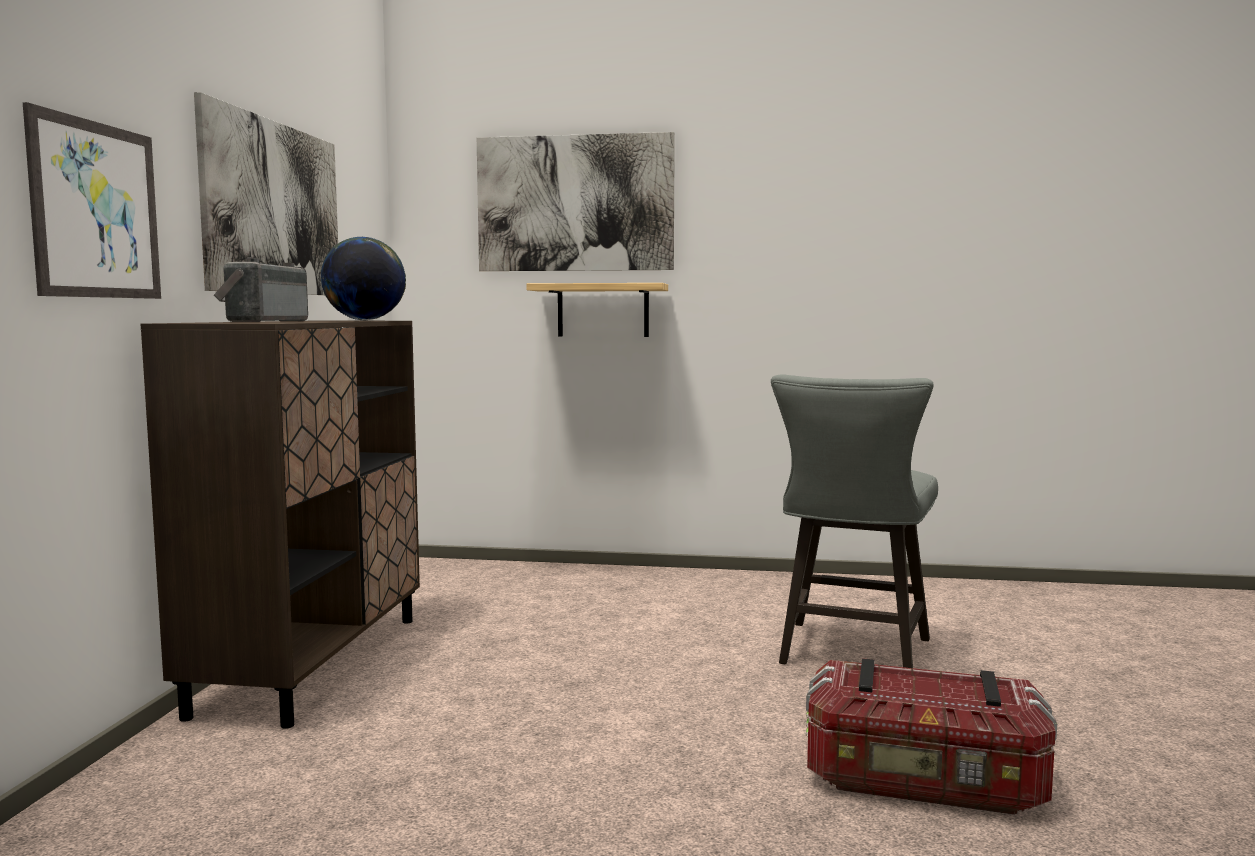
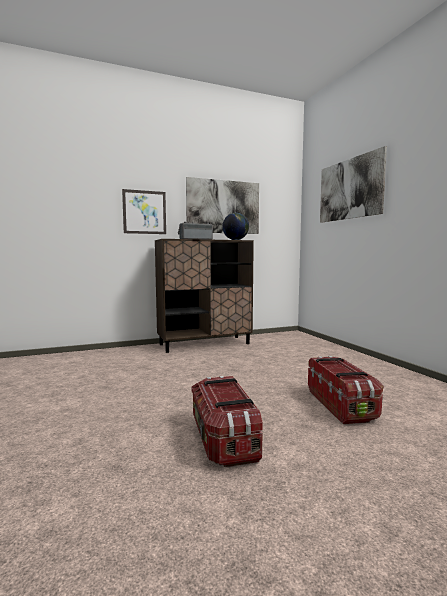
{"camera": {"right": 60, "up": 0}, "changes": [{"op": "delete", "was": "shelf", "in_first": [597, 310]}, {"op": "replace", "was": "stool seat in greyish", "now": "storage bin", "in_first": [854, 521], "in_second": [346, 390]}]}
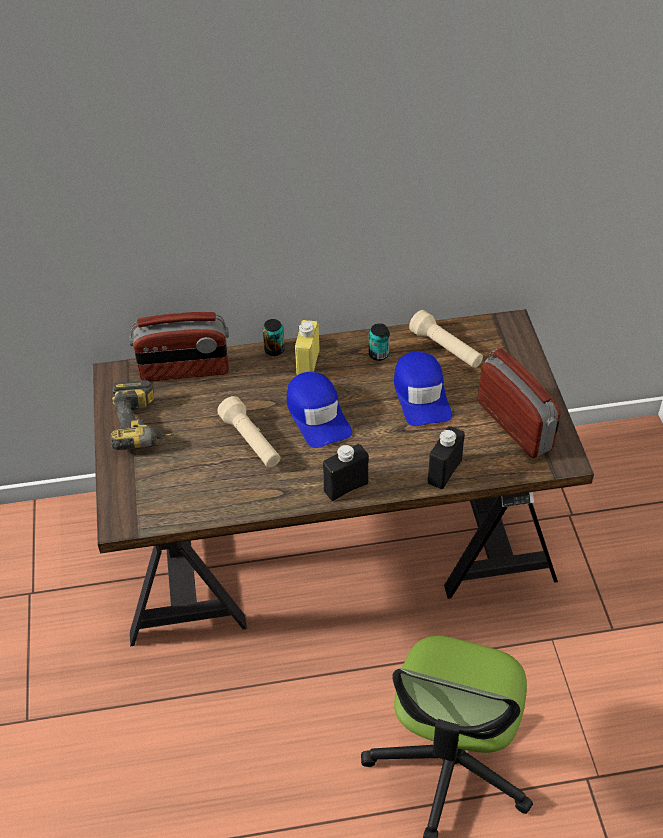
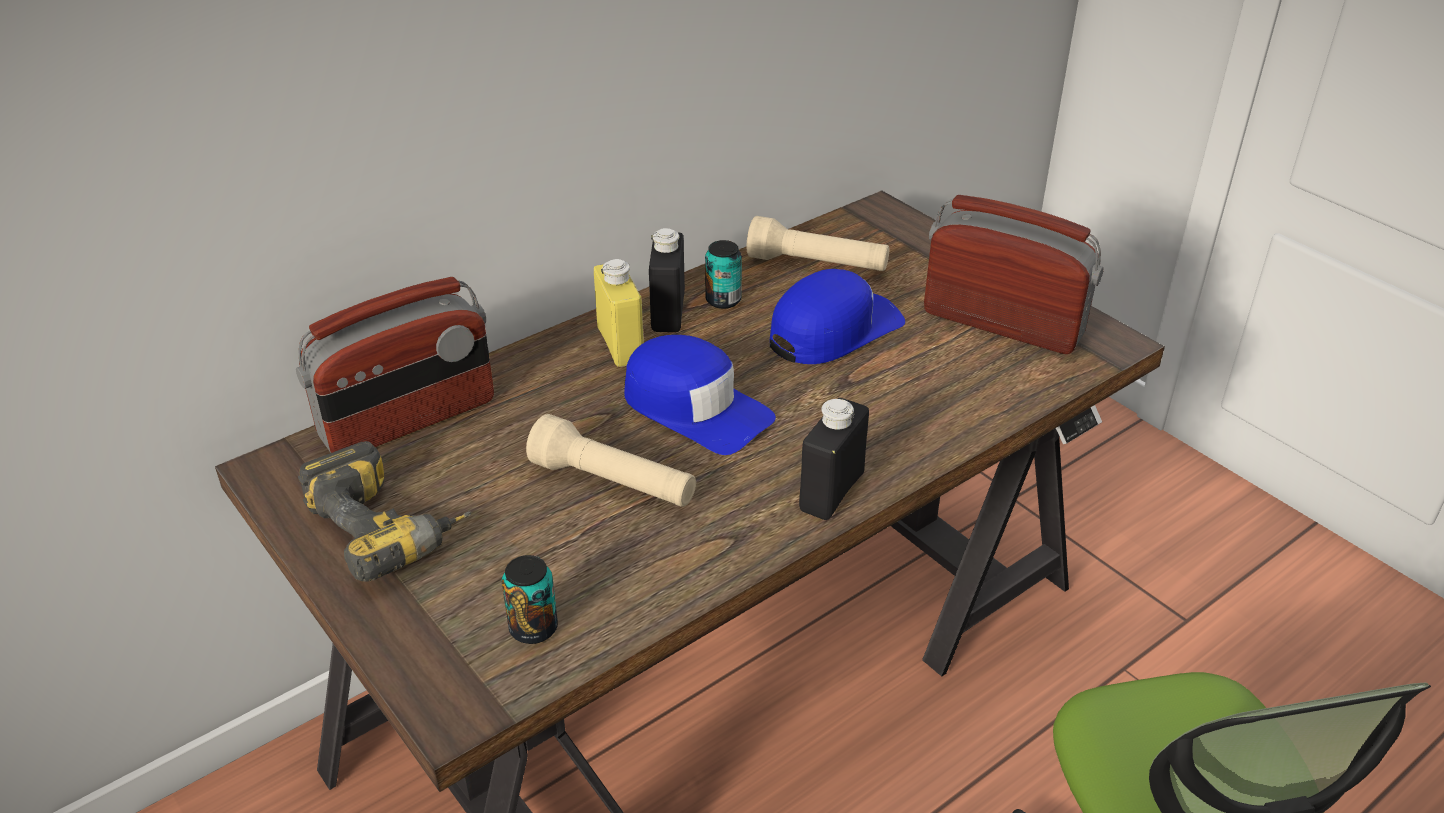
{"camera": {"right": -30, "up": -10}, "changes": [{"op": "move", "was": "metal can", "in_first": [274, 337], "in_second": [530, 599]}, {"op": "move", "was": "beverage bottle in blackish", "in_first": [446, 457], "in_second": [667, 280]}, {"op": "rotate", "was": "baseball cap in blue", "in_first": [423, 388], "in_second": [837, 316], "clockwise": -90}]}
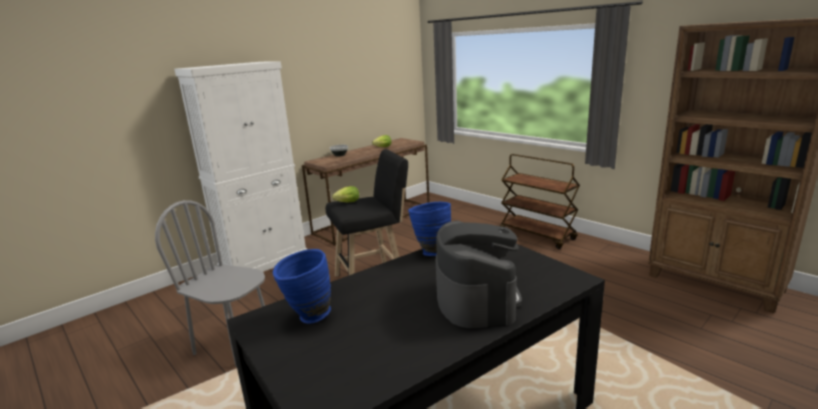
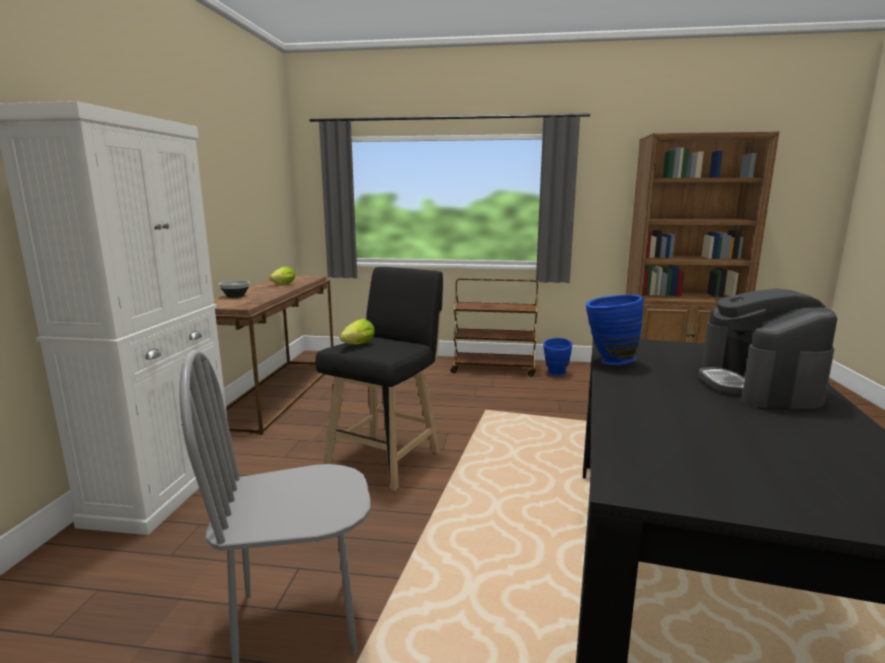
{"camera": {"right": -40, "up": -5}, "changes": [{"op": "move", "was": "decorative vase in blue", "in_first": [302, 286], "in_second": [557, 357]}, {"op": "rotate", "was": "coffee maker", "in_first": [479, 274], "in_second": [767, 349], "clockwise": -135}]}
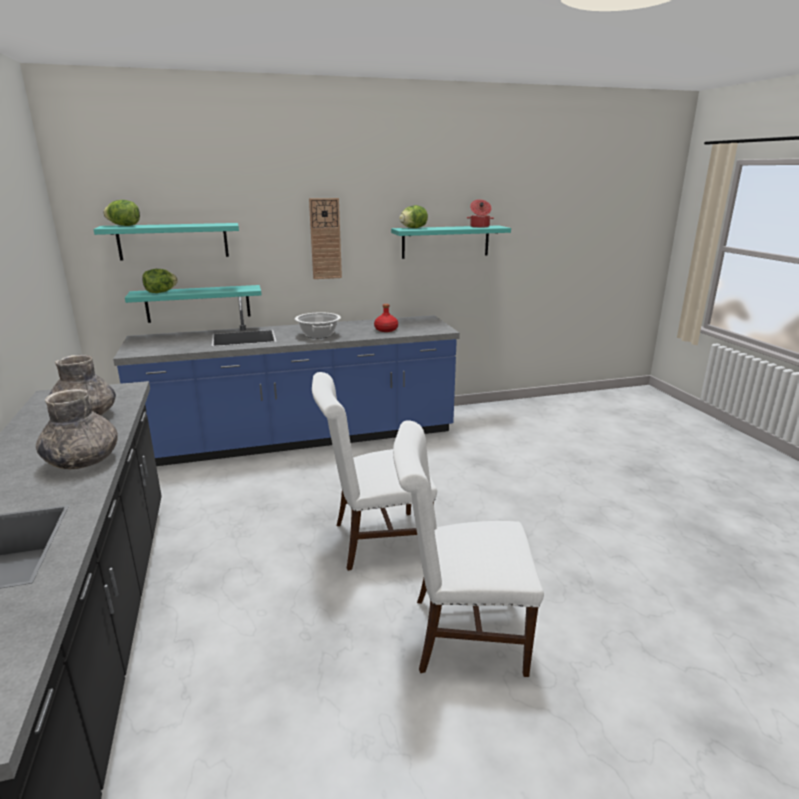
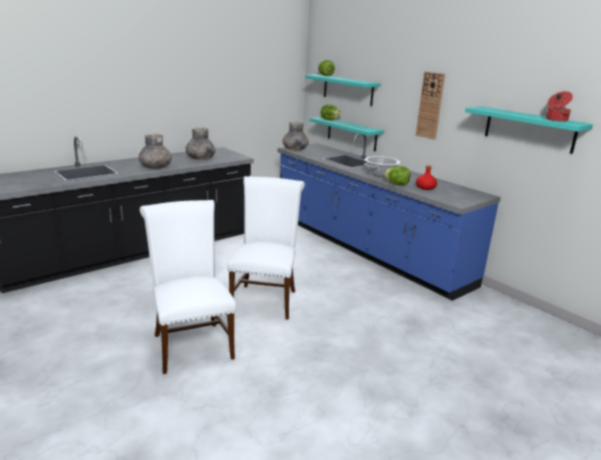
{"camera": {"right": 65, "up": 0}, "changes": [{"op": "insert", "now": "decorative vase in greyish", "in_second": [295, 136]}, {"op": "move", "was": "lettuce", "in_first": [413, 216], "in_second": [397, 175]}, {"op": "rotate", "was": "chair in white", "in_first": [374, 471], "in_second": [266, 248], "clockwise": 45}]}
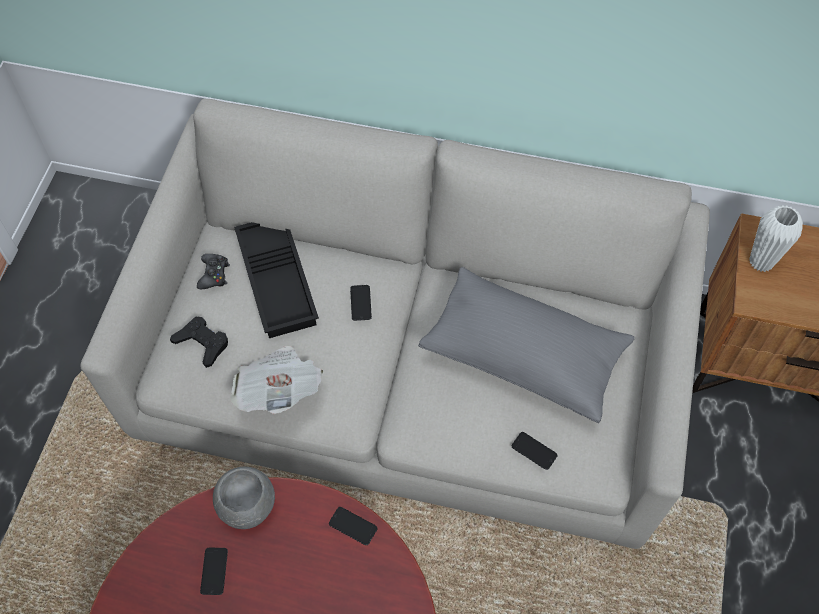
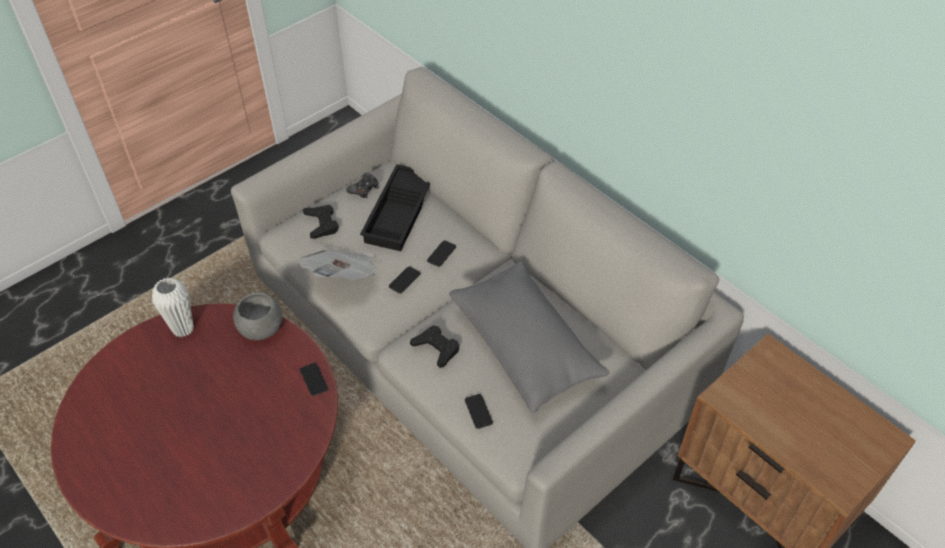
{"camera": {"right": 35, "up": -10}, "changes": [{"op": "insert", "now": "game controller in blackish", "in_second": [434, 346]}, {"op": "move", "was": "telephone", "in_first": [214, 571], "in_second": [405, 280]}, {"op": "move", "was": "decorative vase in white", "in_first": [776, 238], "in_second": [173, 307]}]}
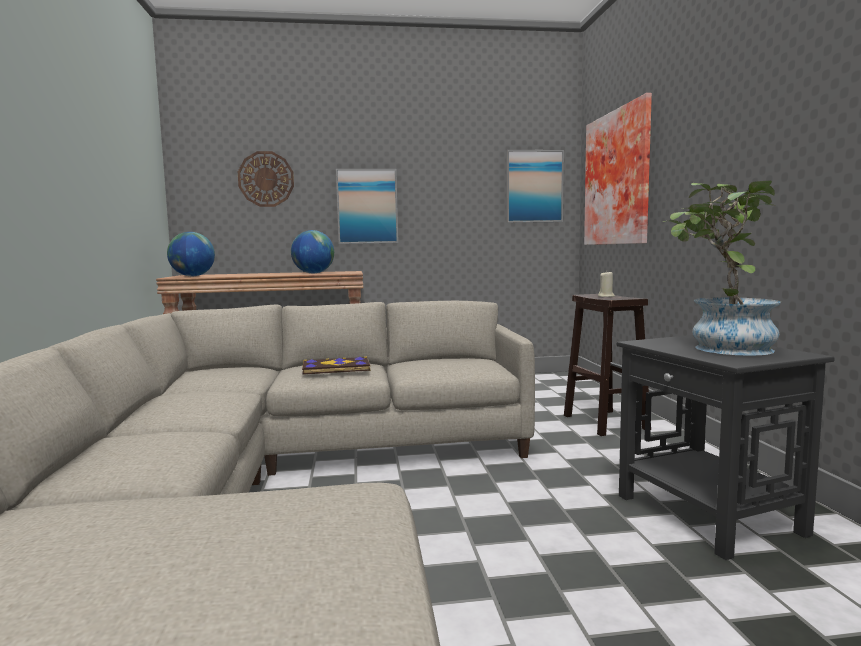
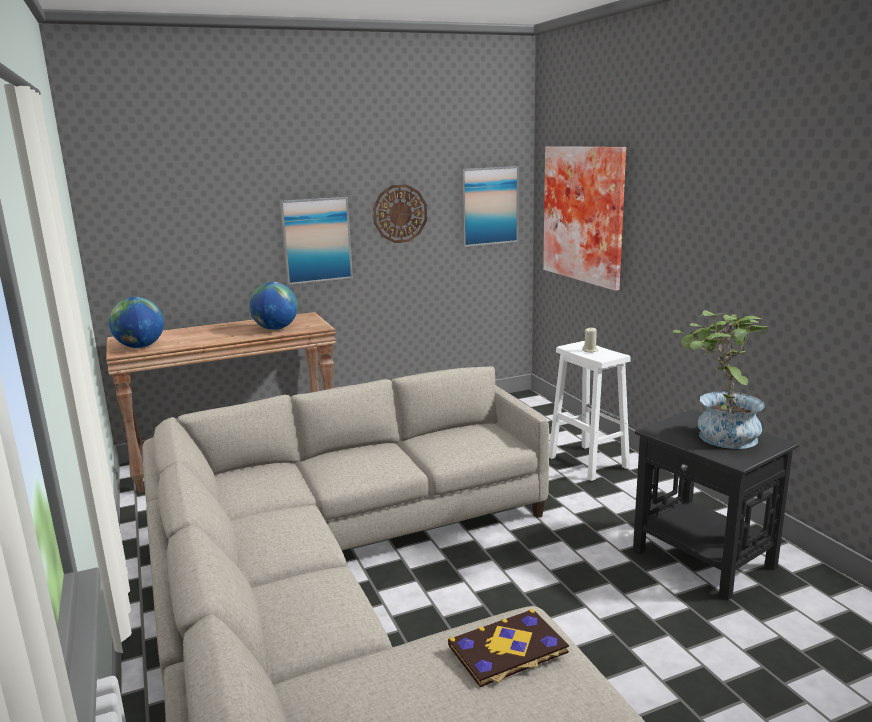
{"camera": {"right": -15, "up": 10}, "changes": [{"op": "move", "was": "clock on the wall", "in_first": [266, 179], "in_second": [400, 213]}, {"op": "move", "was": "book", "in_first": [336, 366], "in_second": [508, 648]}, {"op": "recolor", "was": "stool seat in brown-coloured", "now": "stool seat in white", "in_first": [606, 365], "in_second": [589, 411]}]}
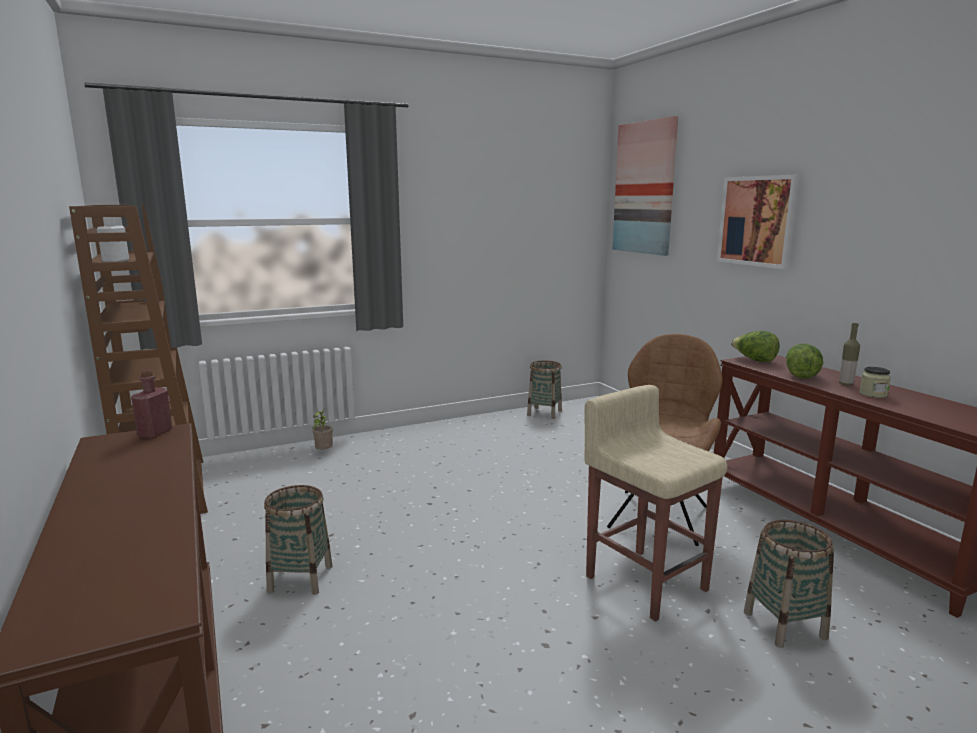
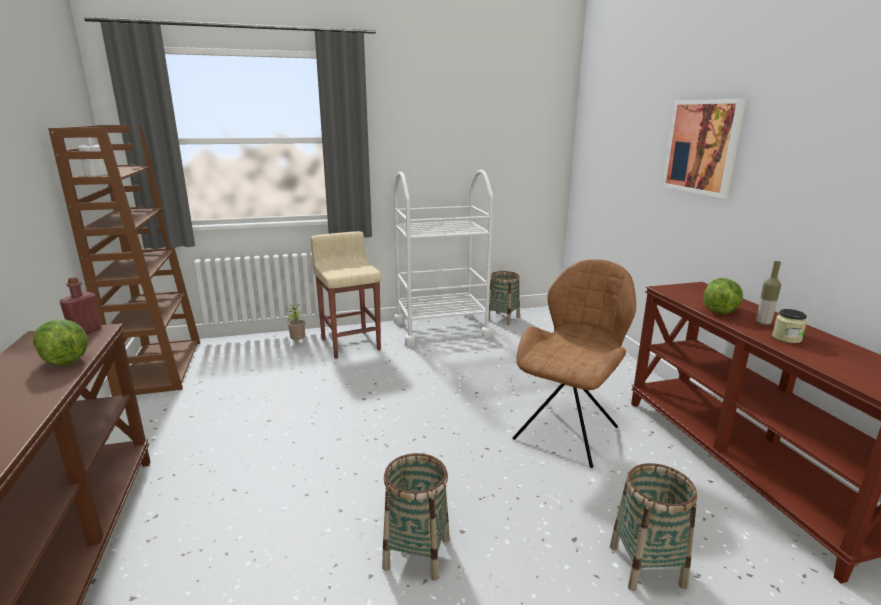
{"camera": {"right": 10, "up": 5}, "changes": [{"op": "delete", "was": "wall art", "in_first": [645, 186]}, {"op": "insert", "now": "wheeled cart in white", "in_second": [443, 258]}, {"op": "move", "was": "basket", "in_first": [298, 540], "in_second": [416, 517]}, {"op": "move", "was": "stool seat in beige-coloured", "in_first": [655, 503], "in_second": [346, 295]}, {"op": "move", "was": "lettuce", "in_first": [755, 346], "in_second": [60, 342]}]}
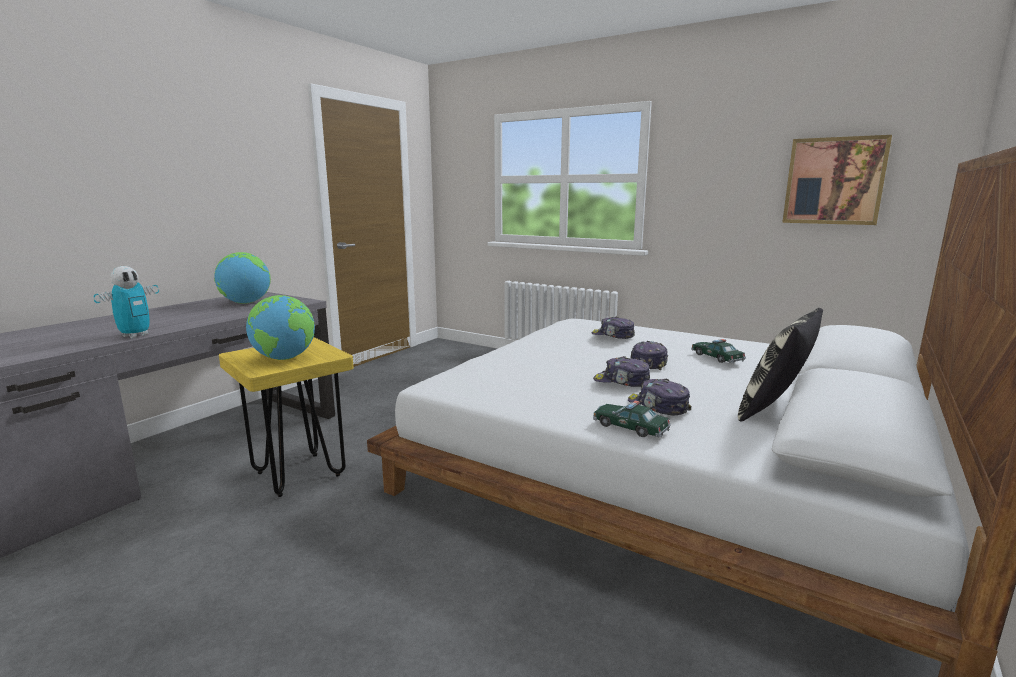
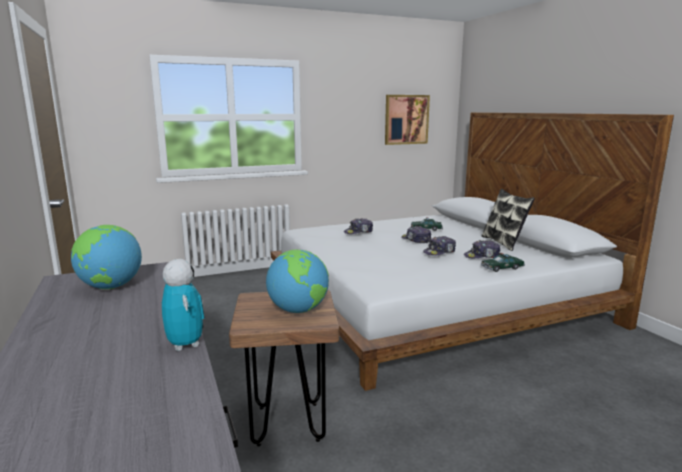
{"camera": {"right": -55, "up": 0}, "changes": [{"op": "recolor", "was": "stool seat in yellow-coloured", "now": "stool seat in brown-coloured", "in_first": [286, 417], "in_second": [284, 368]}]}
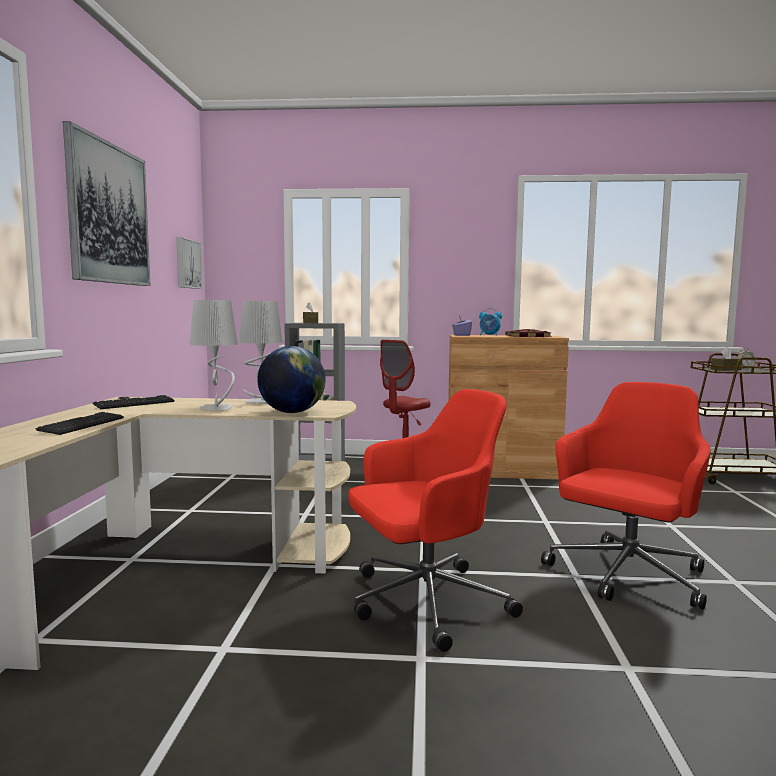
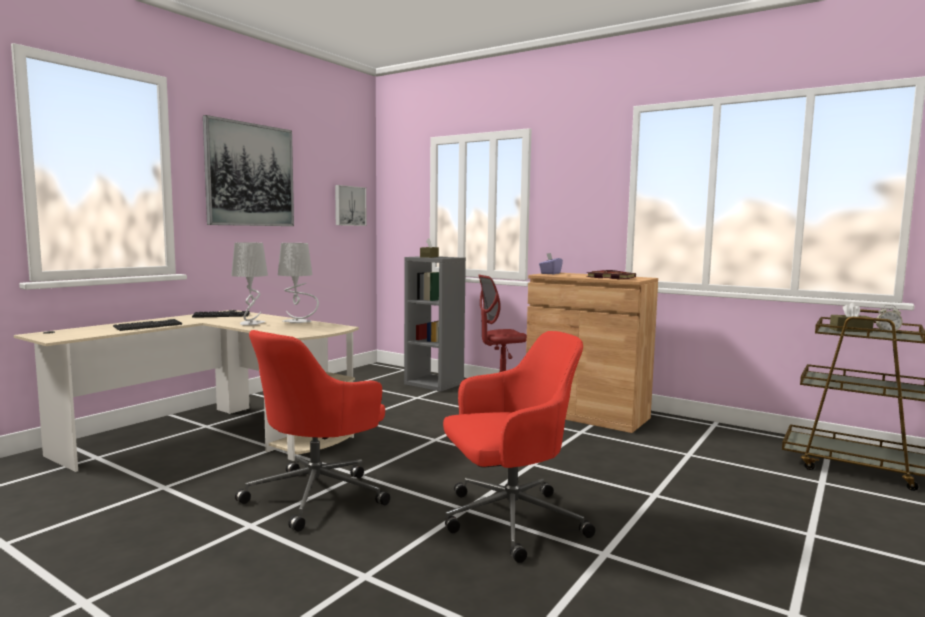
{"camera": {"right": 30, "up": 0}, "changes": [{"op": "delete", "was": "desk globe", "in_first": [292, 379]}, {"op": "delete", "was": "alarm clock", "in_first": [490, 322]}, {"op": "rotate", "was": "computer chair in reddish", "in_first": [435, 520], "in_second": [312, 431], "clockwise": 120}]}
